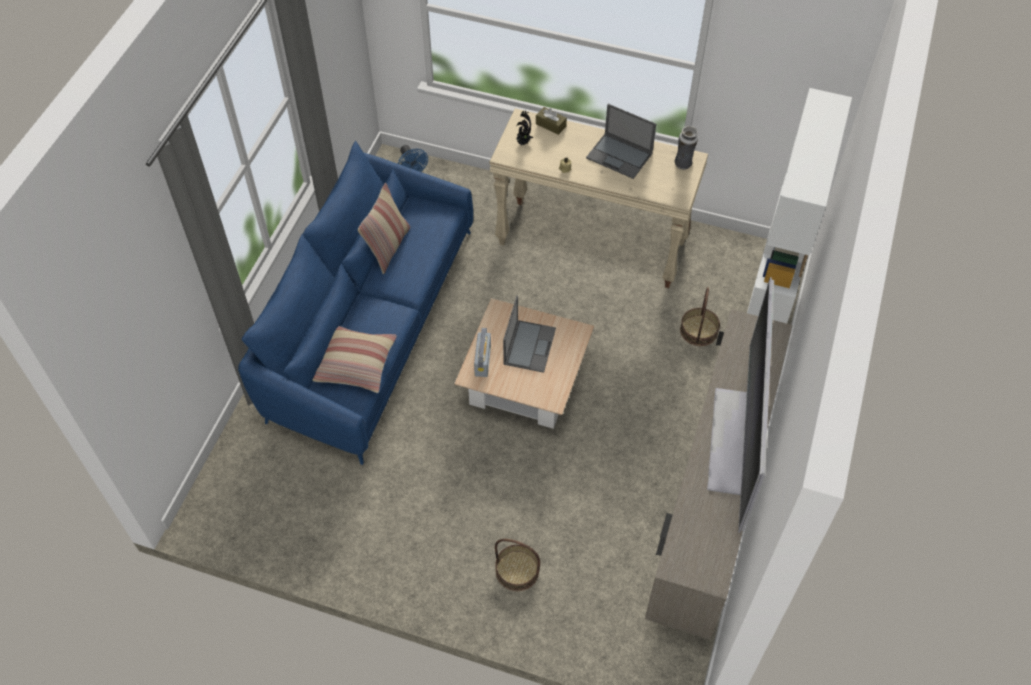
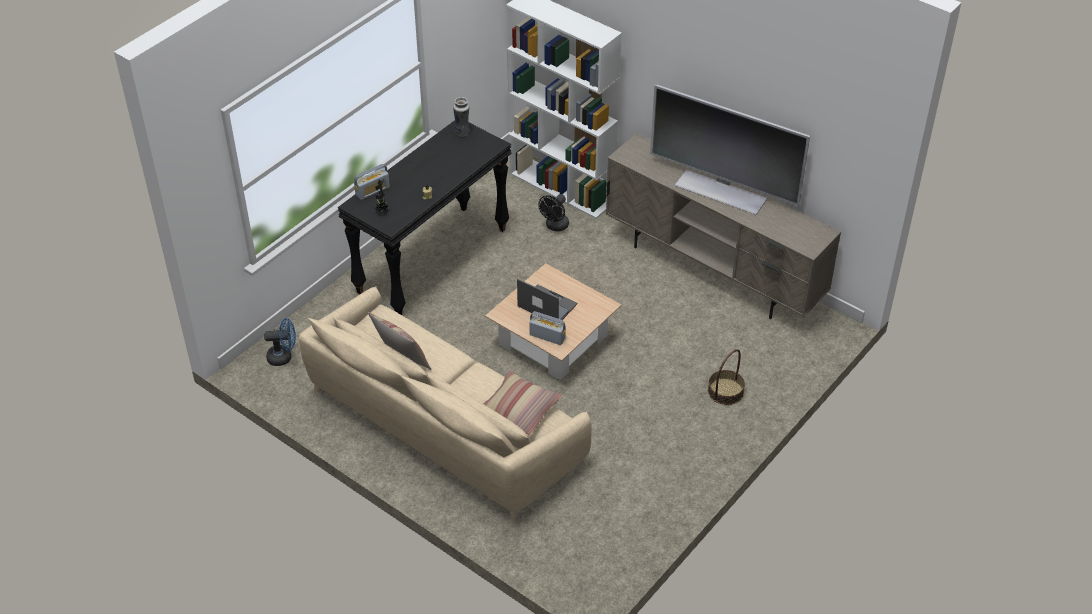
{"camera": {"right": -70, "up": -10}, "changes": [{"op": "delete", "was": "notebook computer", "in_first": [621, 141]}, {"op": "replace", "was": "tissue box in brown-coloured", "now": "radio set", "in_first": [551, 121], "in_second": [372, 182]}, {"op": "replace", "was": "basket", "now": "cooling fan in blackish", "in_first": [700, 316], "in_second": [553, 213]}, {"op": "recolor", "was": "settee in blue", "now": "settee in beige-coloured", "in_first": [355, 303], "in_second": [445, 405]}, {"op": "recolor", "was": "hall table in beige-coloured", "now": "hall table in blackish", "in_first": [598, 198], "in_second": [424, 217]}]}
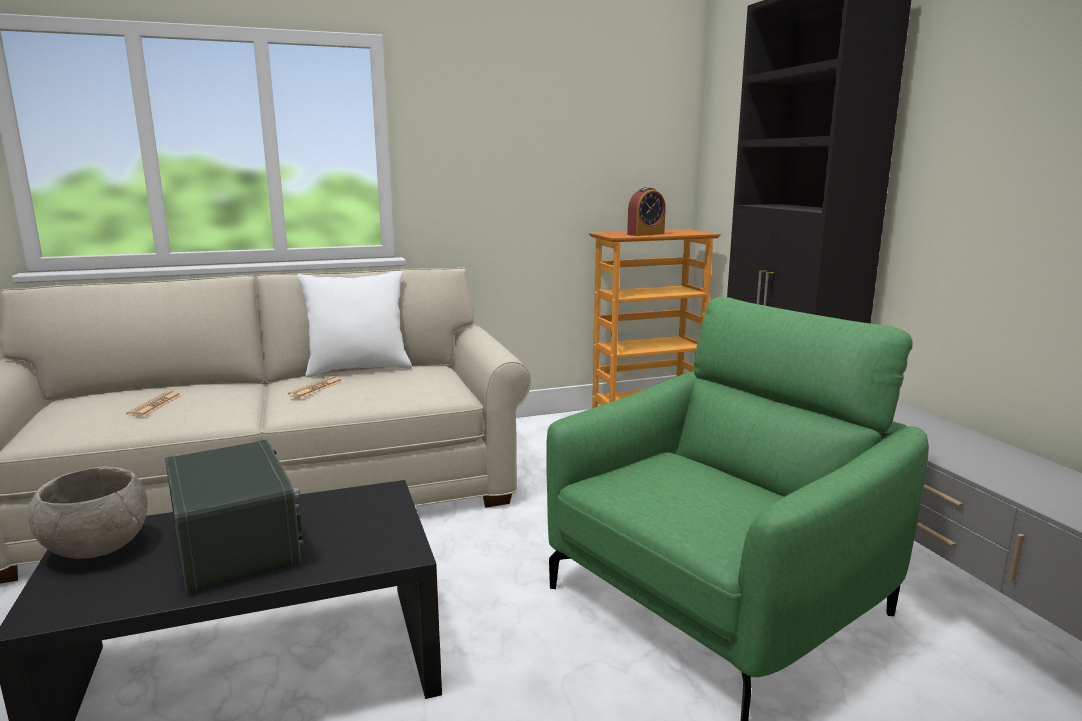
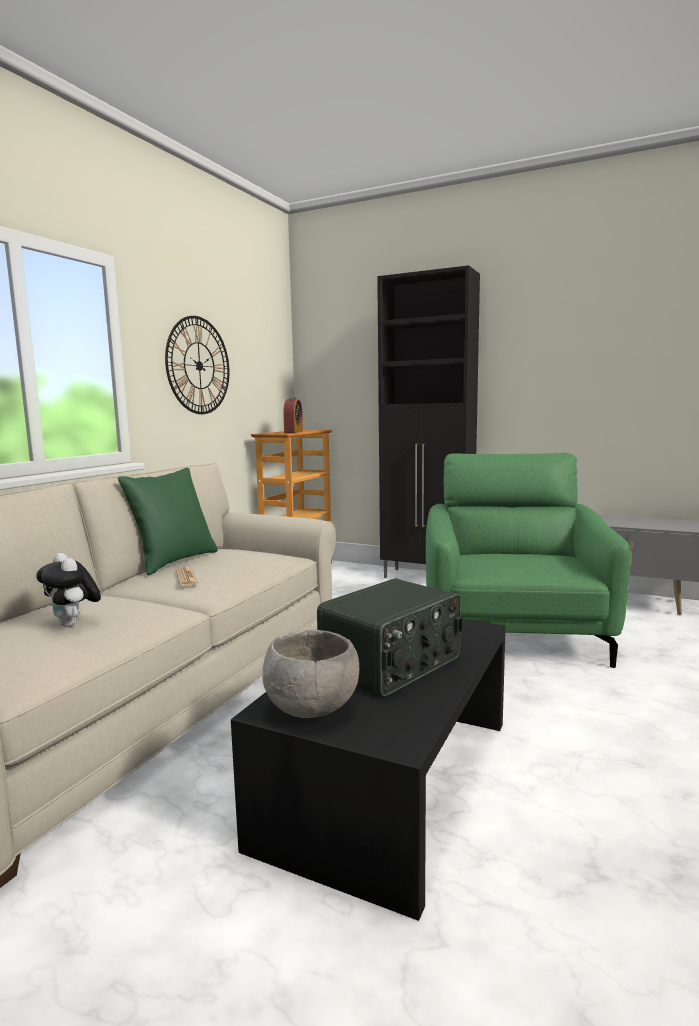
{"camera": {"right": -45, "up": -5}, "changes": [{"op": "insert", "now": "clock on the wall", "in_second": [197, 365]}, {"op": "replace", "was": "daily paper", "now": "soft toy", "in_first": [154, 403], "in_second": [68, 590]}, {"op": "recolor", "was": "throw pillow in white", "now": "throw pillow in green-coloured", "in_first": [354, 324], "in_second": [168, 521]}, {"op": "rotate", "was": "radio set", "in_first": [234, 516], "in_second": [389, 637], "clockwise": 120}]}
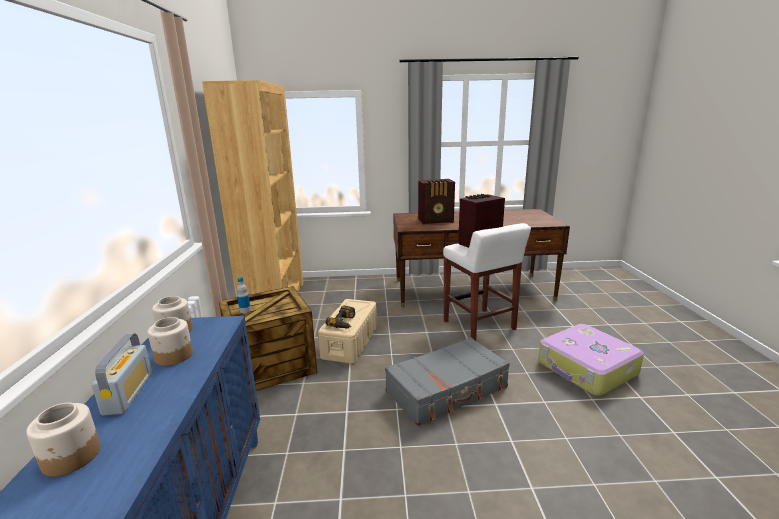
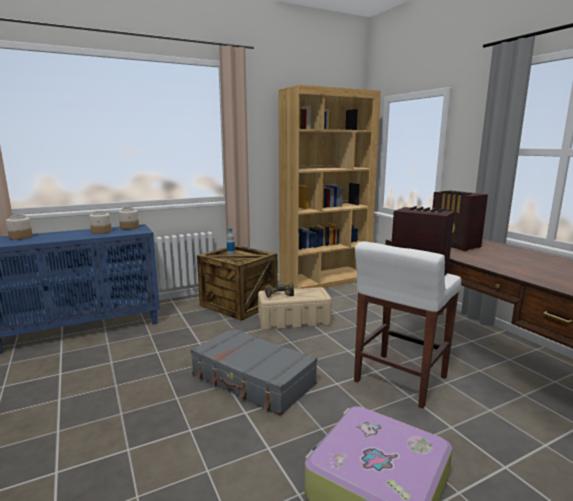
{"camera": {"right": 65, "up": -5}, "changes": [{"op": "delete", "was": "radio set", "in_first": [122, 374]}]}
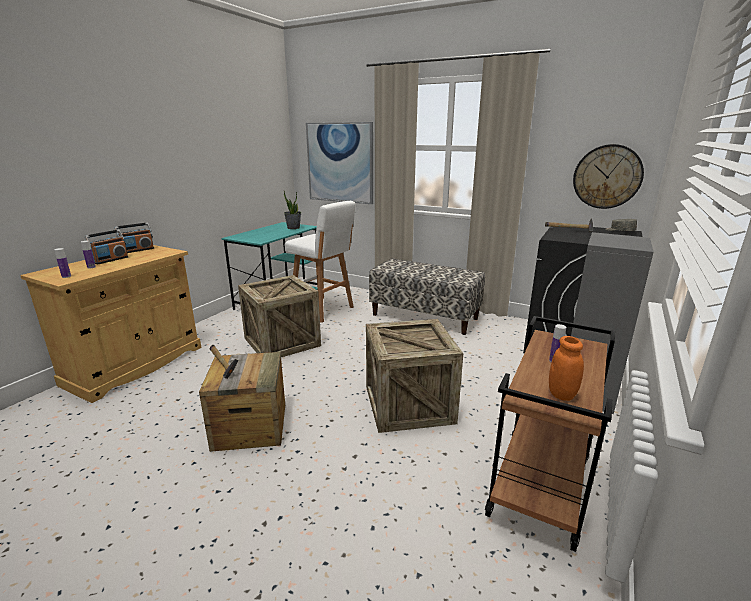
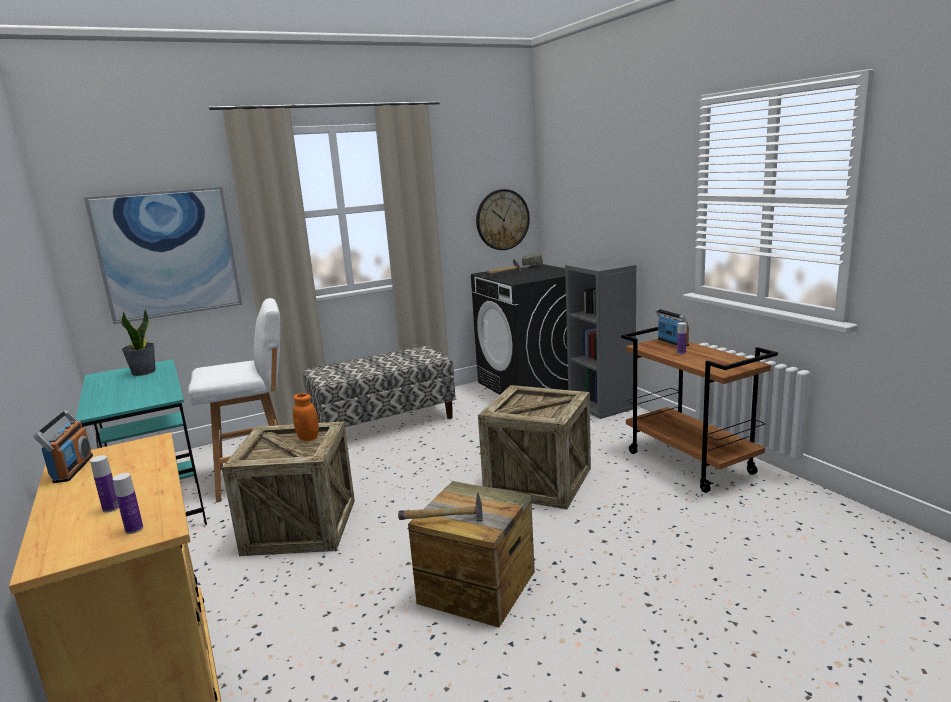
{"camera": {"right": -55, "up": -5}, "changes": [{"op": "move", "was": "radio set", "in_first": [106, 247], "in_second": [672, 327]}, {"op": "move", "was": "storage jar in orange-coloured", "in_first": [566, 368], "in_second": [306, 417]}]}
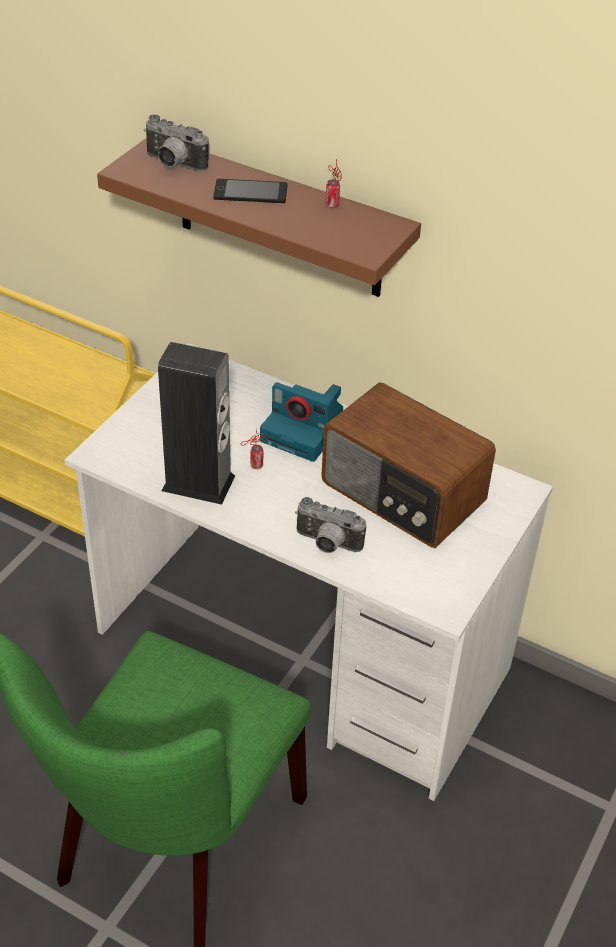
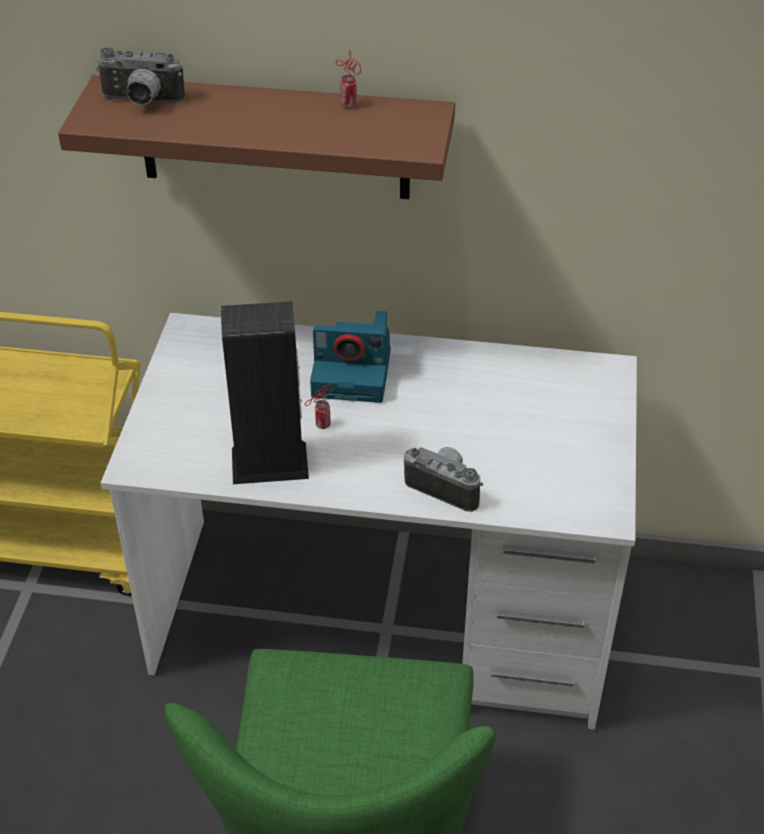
{"camera": {"right": -20, "up": 0}, "changes": [{"op": "delete", "was": "telephone", "in_first": [250, 191]}, {"op": "delete", "was": "radio set", "in_first": [408, 465]}, {"op": "rotate", "was": "still camera", "in_first": [330, 525], "in_second": [443, 479], "clockwise": -150}]}
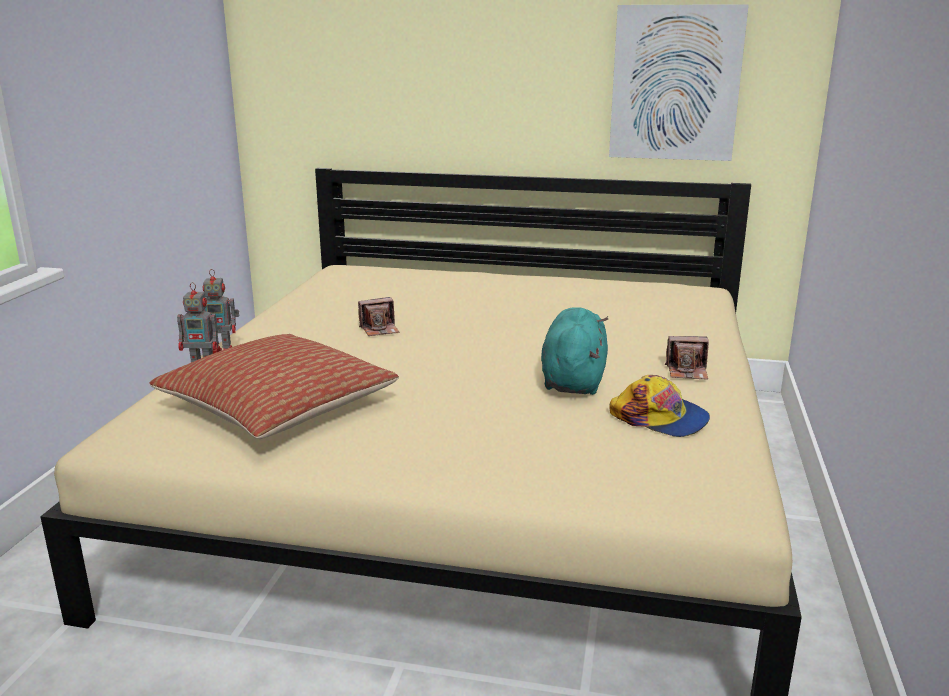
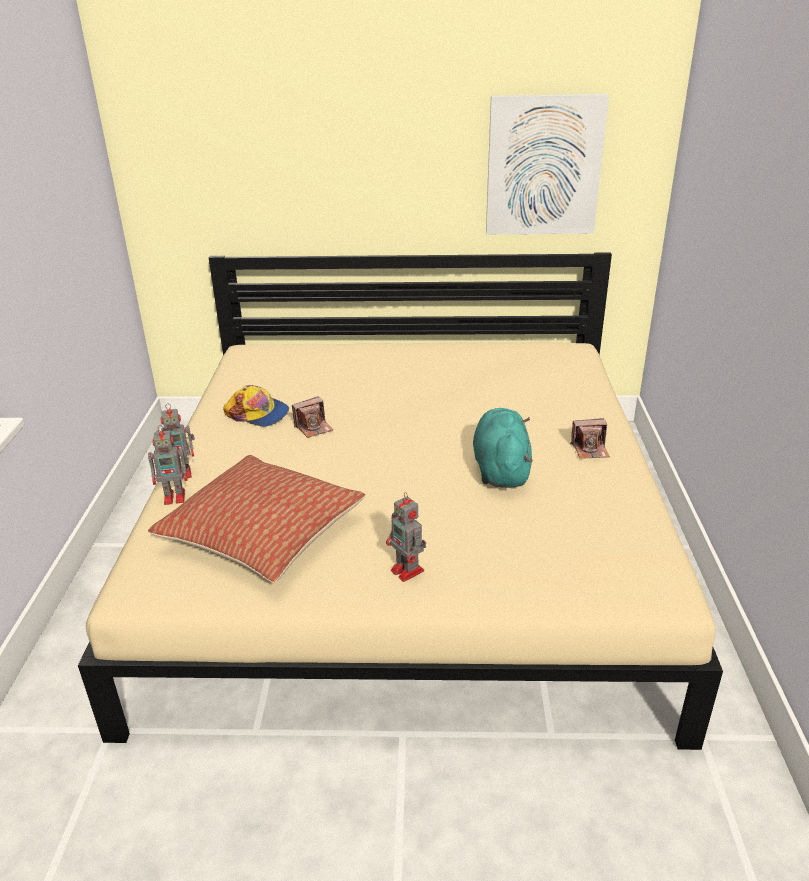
{"camera": {"right": -10, "up": 10}, "changes": [{"op": "insert", "now": "robot figure", "in_second": [406, 537]}, {"op": "move", "was": "baseball cap", "in_first": [659, 406], "in_second": [256, 406]}]}
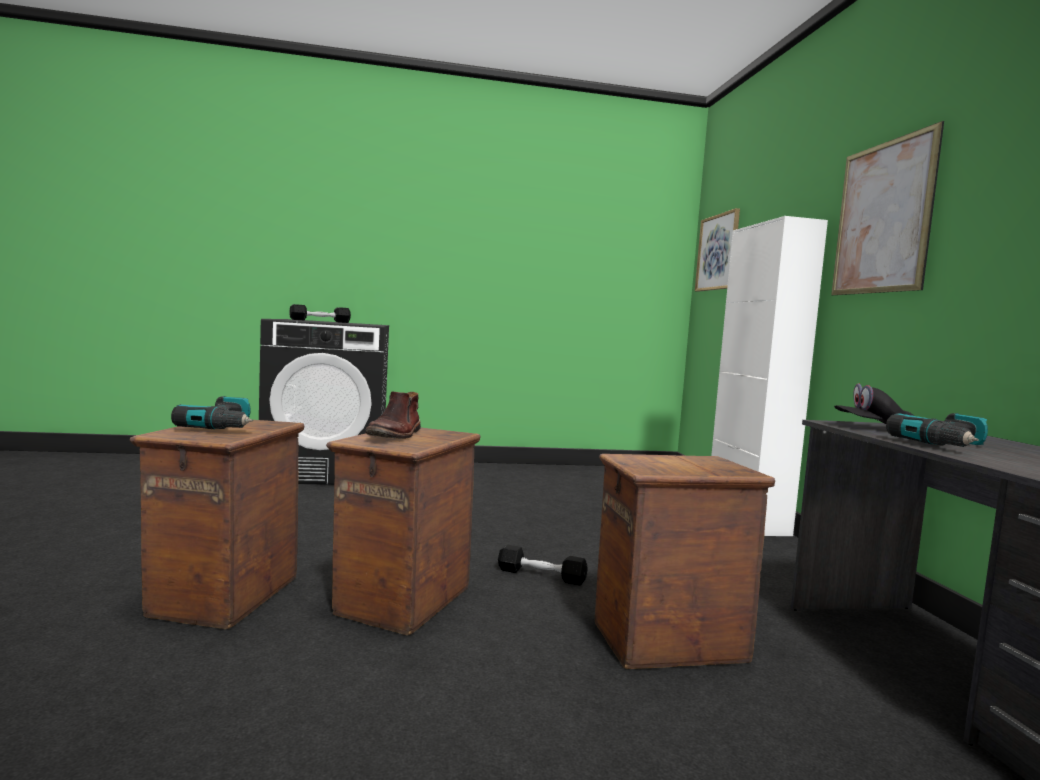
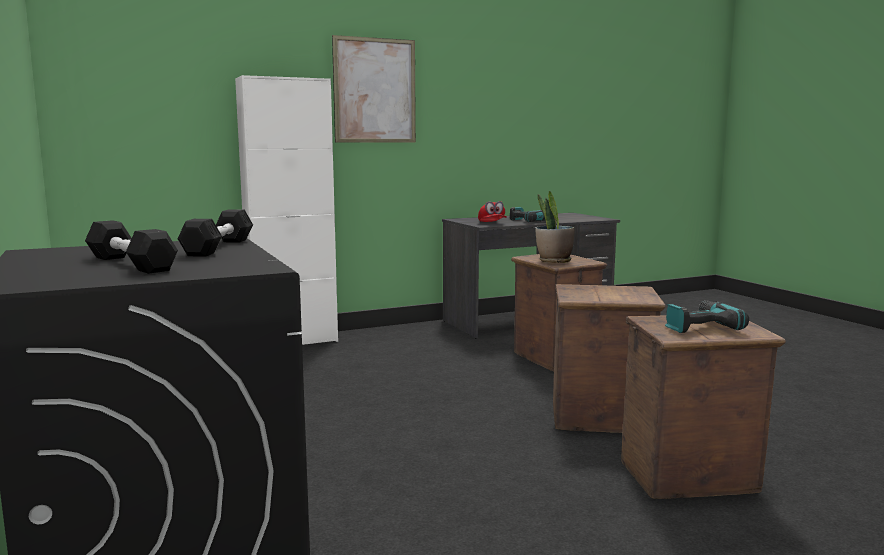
{"camera": {"right": -105, "up": 5}, "changes": [{"op": "delete", "was": "high-top boot in brown-coloured", "in_first": [393, 415]}, {"op": "delete", "was": "wall art", "in_first": [717, 250]}, {"op": "insert", "now": "potted plant", "in_second": [555, 227]}, {"op": "move", "was": "free weight in blackish", "in_first": [543, 565], "in_second": [215, 232]}, {"op": "recolor", "was": "baseball cap in blackish", "now": "baseball cap in reddish", "in_first": [874, 404], "in_second": [492, 211]}]}
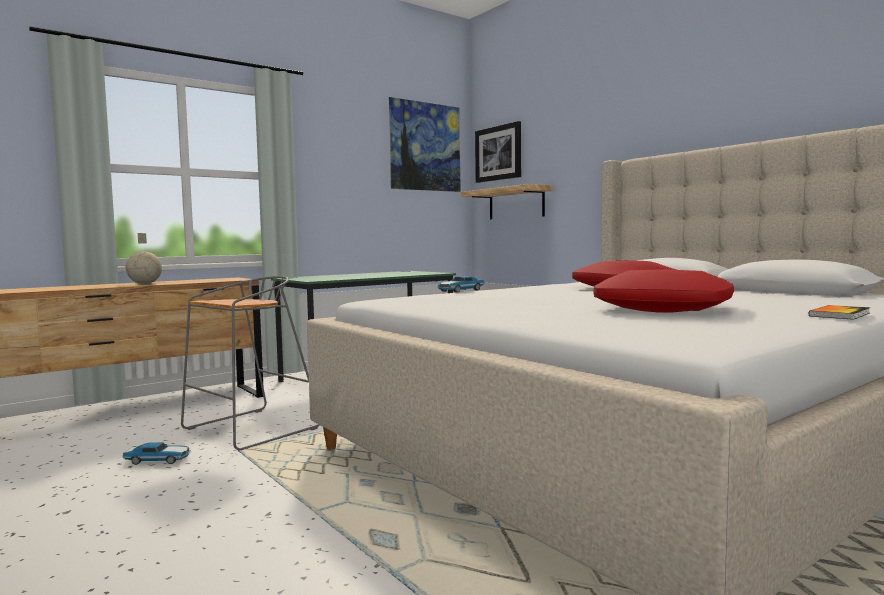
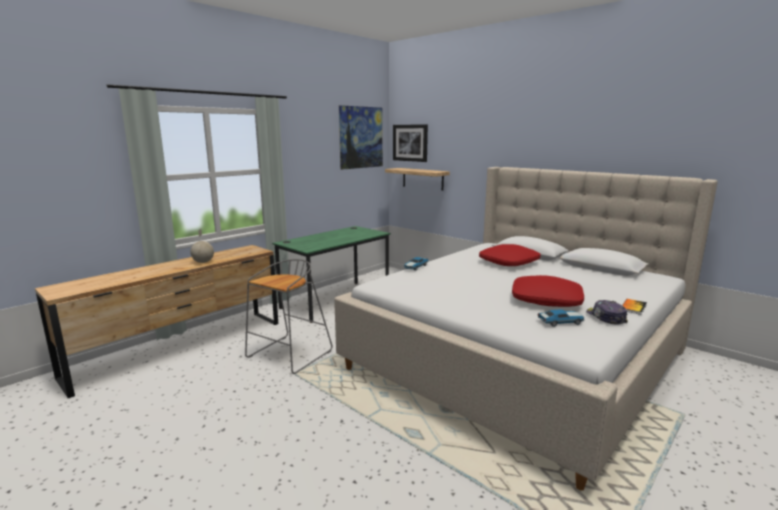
{"camera": {"right": -10, "up": 10}, "changes": [{"op": "insert", "now": "baseball cap", "in_second": [607, 312]}, {"op": "move", "was": "toy car", "in_first": [157, 453], "in_second": [561, 318]}]}
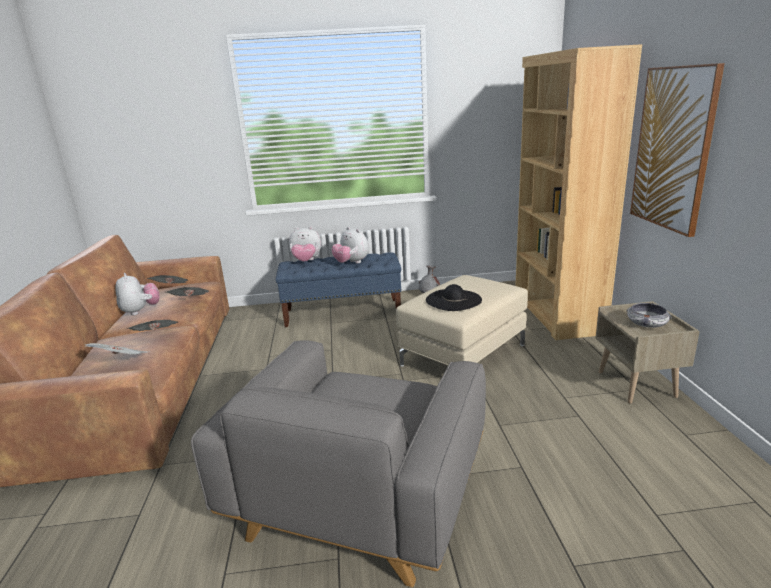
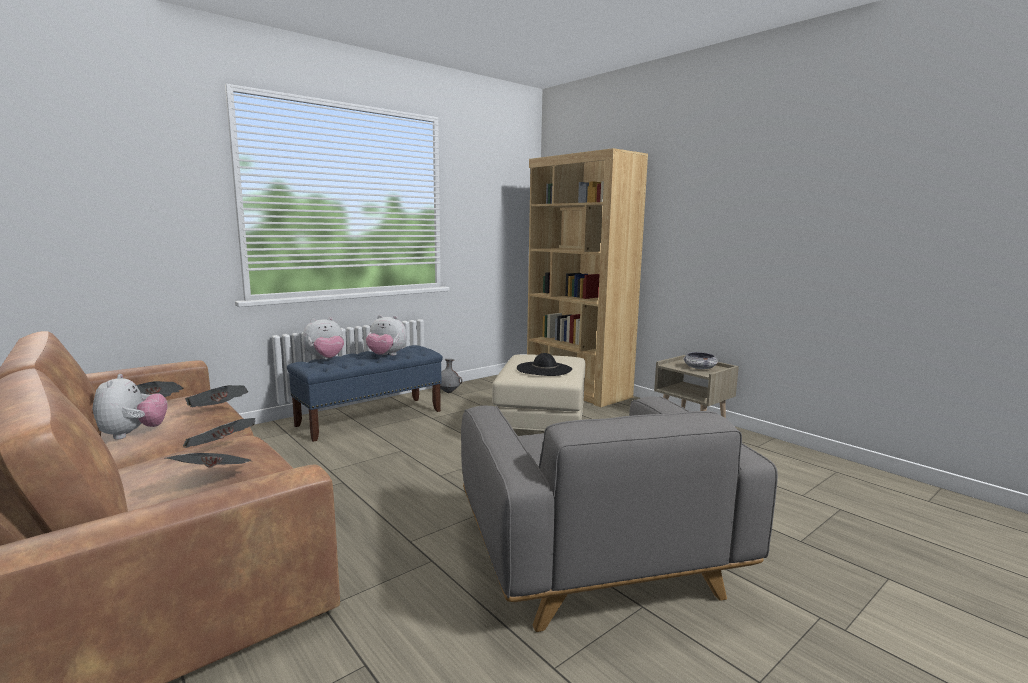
{"camera": {"right": -35, "up": -10}, "changes": [{"op": "delete", "was": "wall art", "in_first": [677, 150]}, {"op": "rotate", "was": "soft toy", "in_first": [137, 294], "in_second": [130, 407], "clockwise": 45}]}
